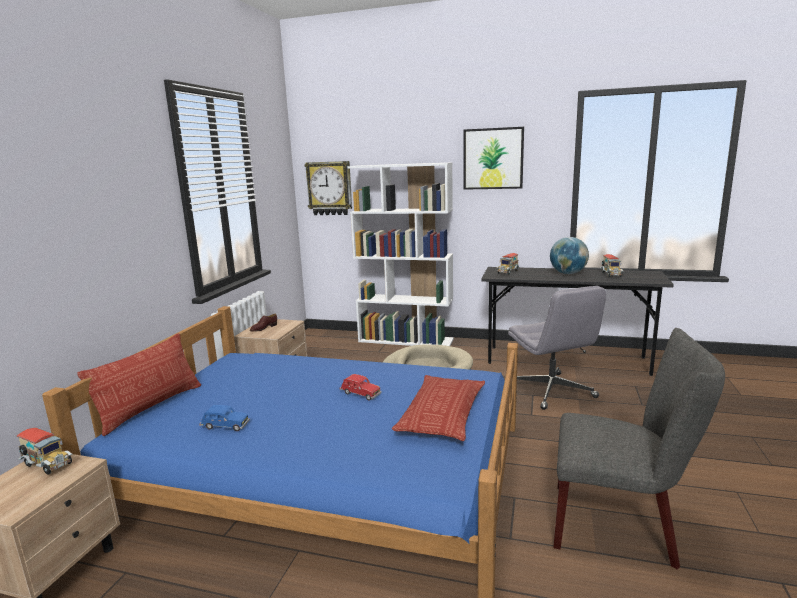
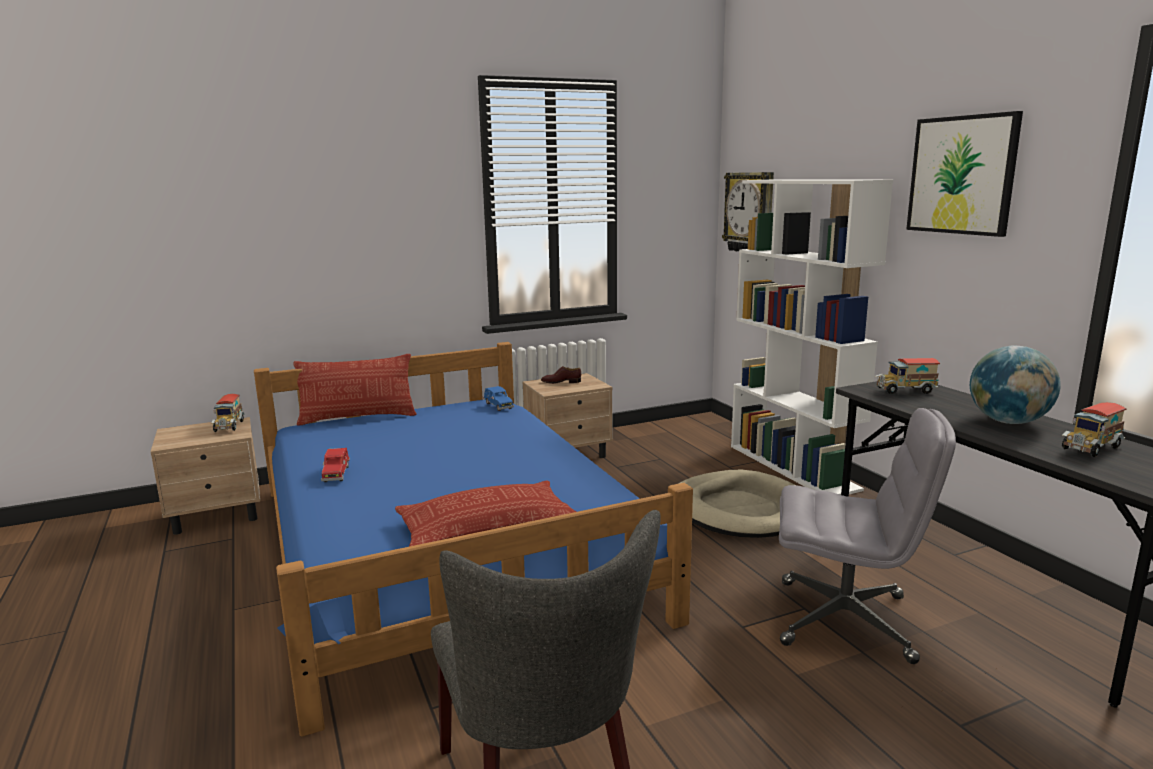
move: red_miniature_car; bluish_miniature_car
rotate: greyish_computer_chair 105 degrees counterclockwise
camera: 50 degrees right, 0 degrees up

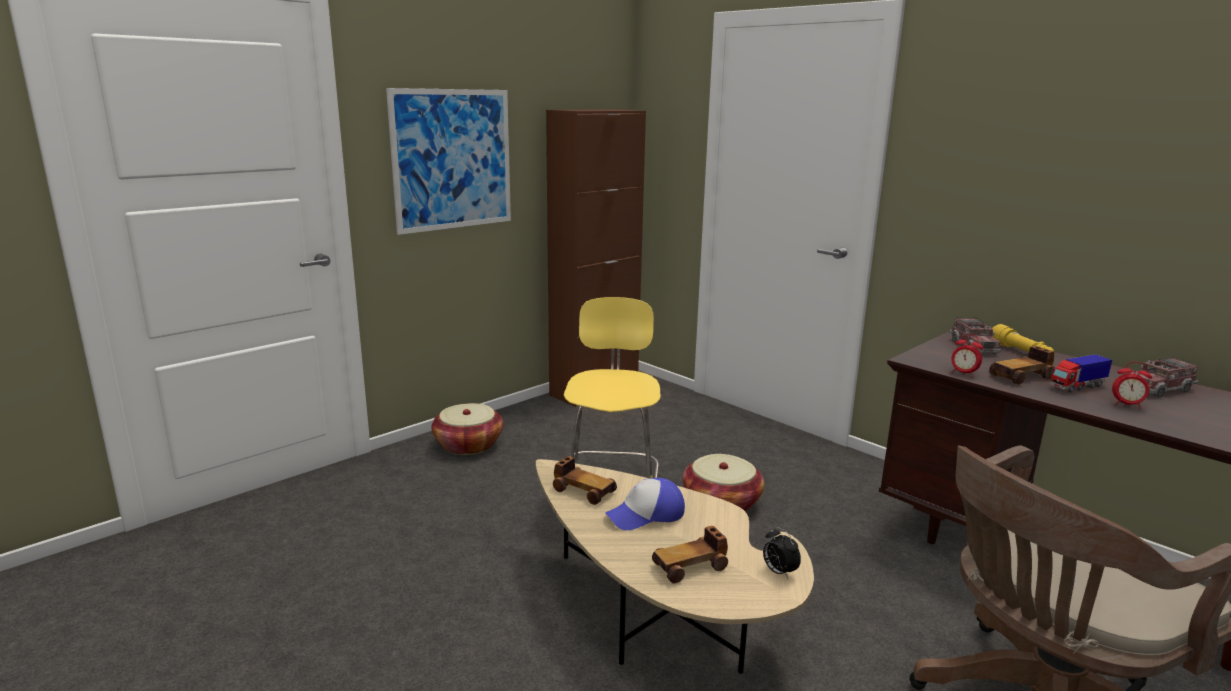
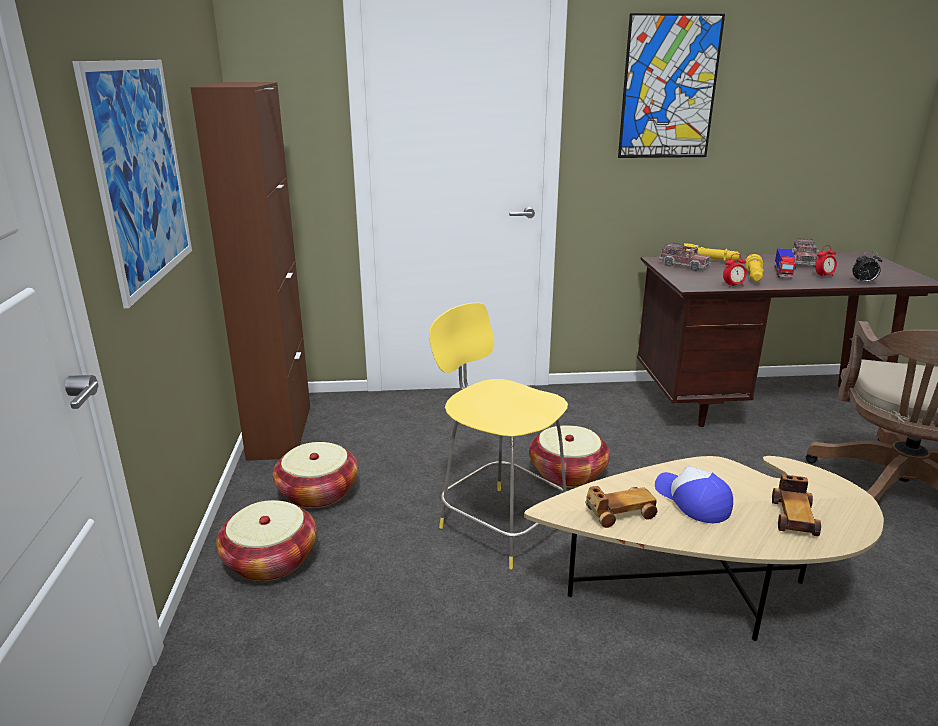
insert: picture (2nd from left); household_basket (2nd from left)
move: table_clock (1st from left in the first image) to table_clock (3rd from left)
replace: miniature_car (3rd from left) to yellow-coloured_hand_torch (2nd from left)
rotate: baseball_cap 135 degrees clockwise
camera: 50 degrees left, 5 degrees up

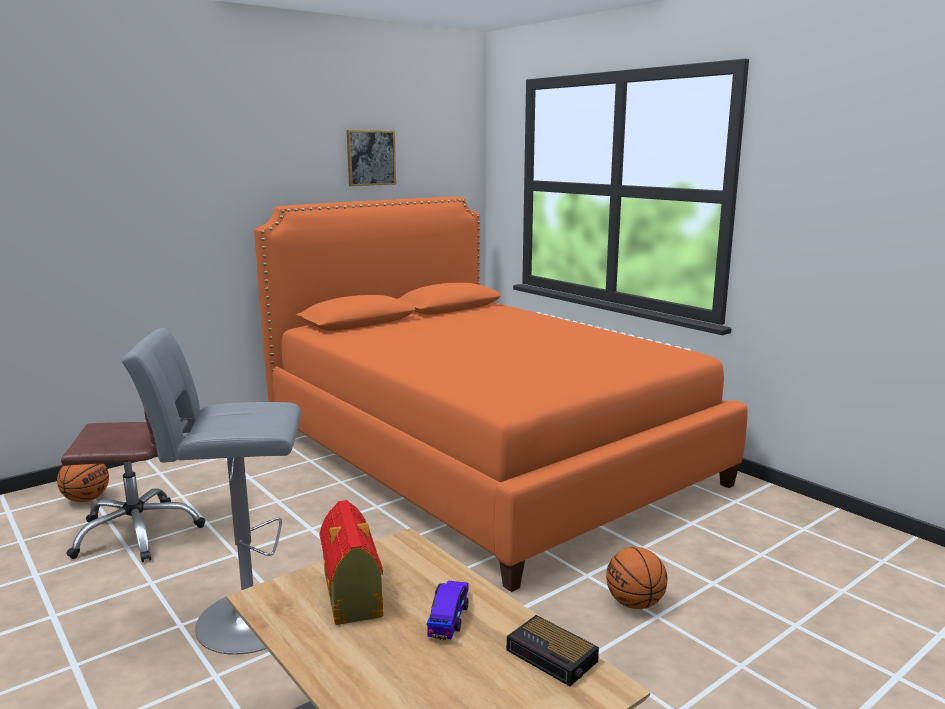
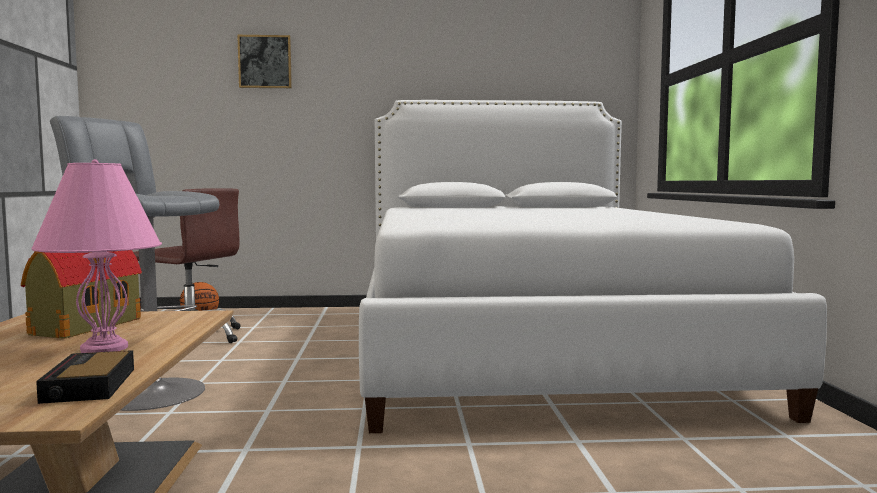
delete: ball_for_basketball (2nd from left)
move: picture
replace: miniature_car to pink_tabletop_lamp
recolor: orange_sleeping_bed to white_sleeping_bed
camera: 35 degrees right, 10 degrees down

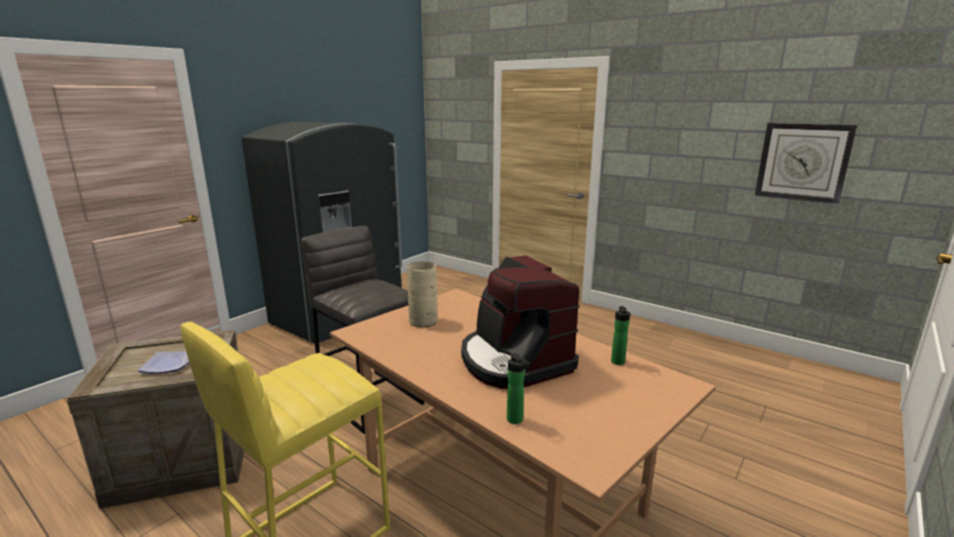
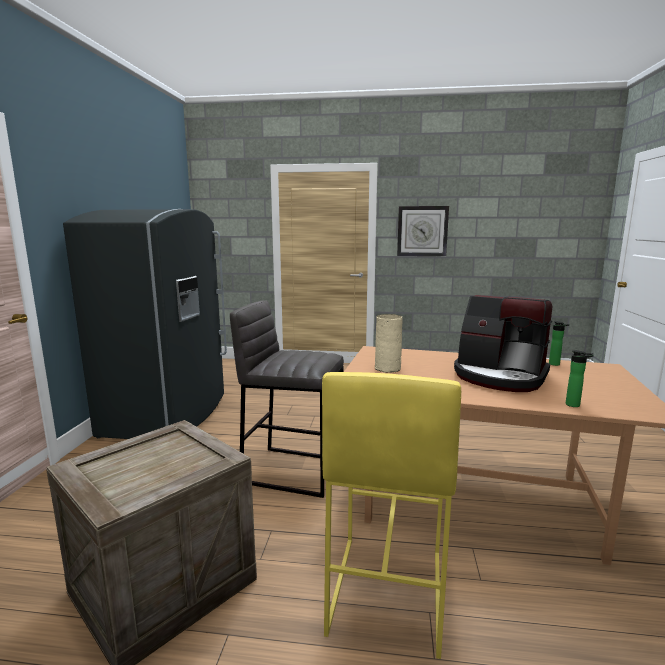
delete: dinner_plate
move: clock_on_the_wall
camera: 30 degrees left, 5 degrees down

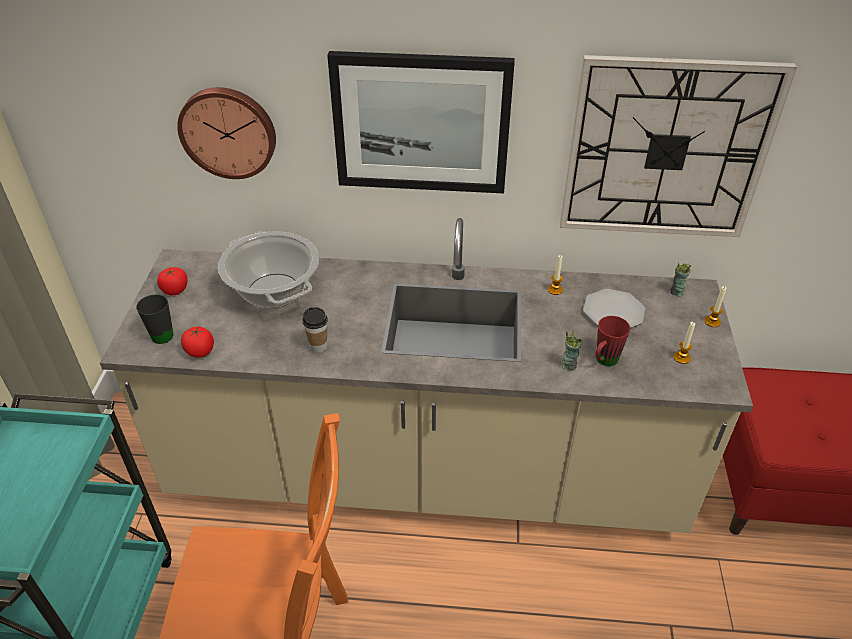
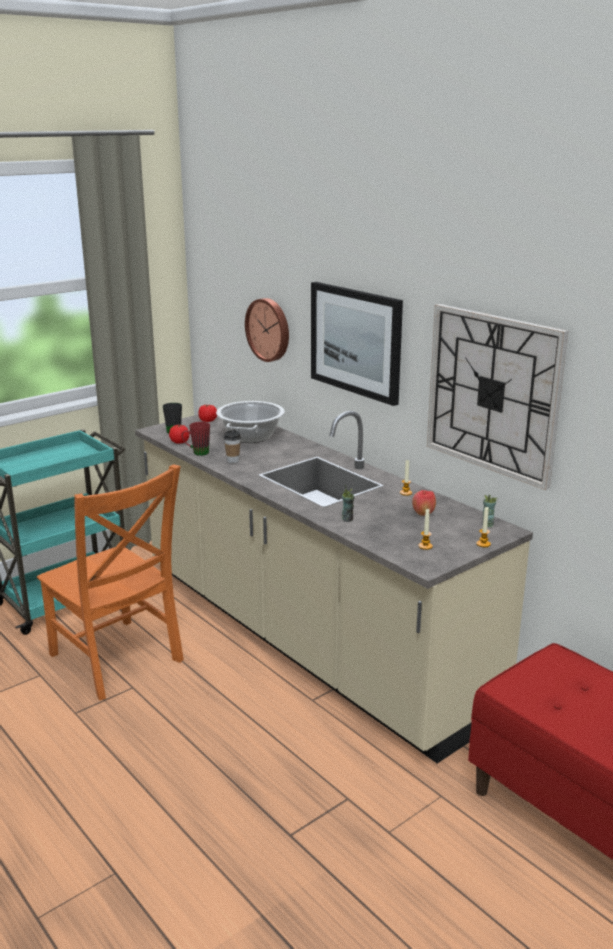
move: red_coffee_mug
replace: dinner_plate to apple
camera: 45 degrees right, 20 degrees down

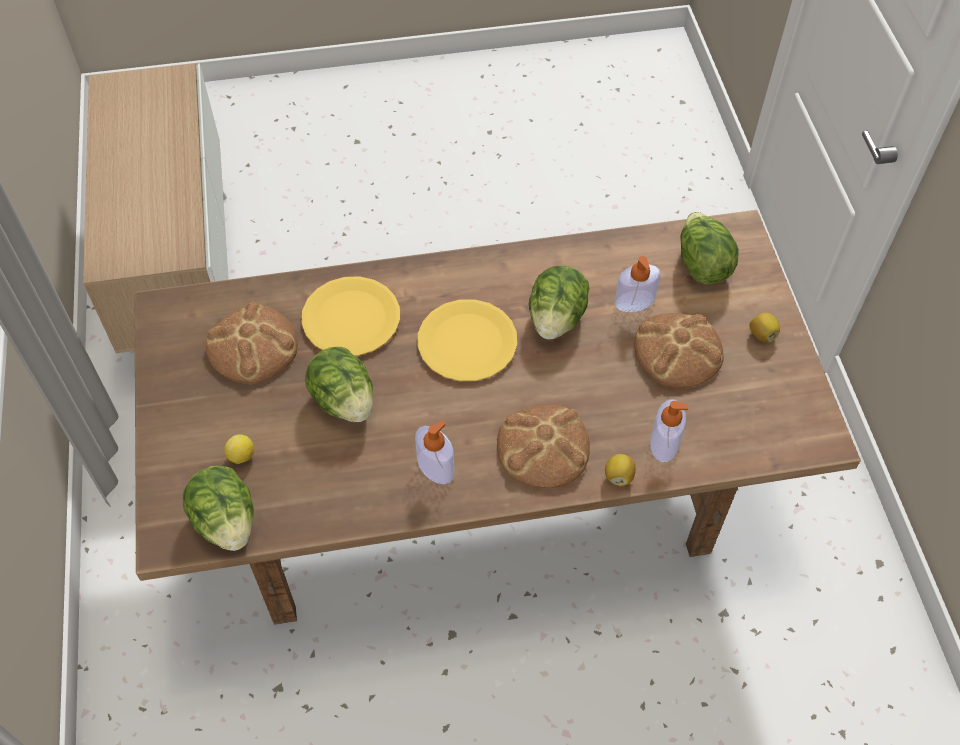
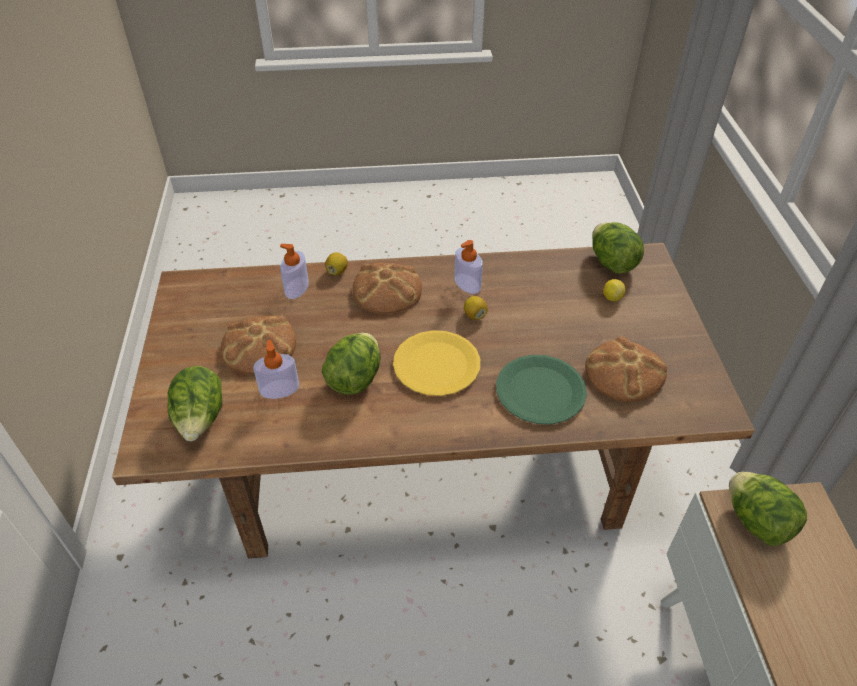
move: lemon (3rd from left in the first image) to lemon (2nd from left); lettuce_head (2nd from left in the first image) to lettuce_head (4th from left)
recolor: yellow-coloured_dinner_plate (1st from left) to green_dinner_plate
camera: 175 degrees left, 10 degrees down

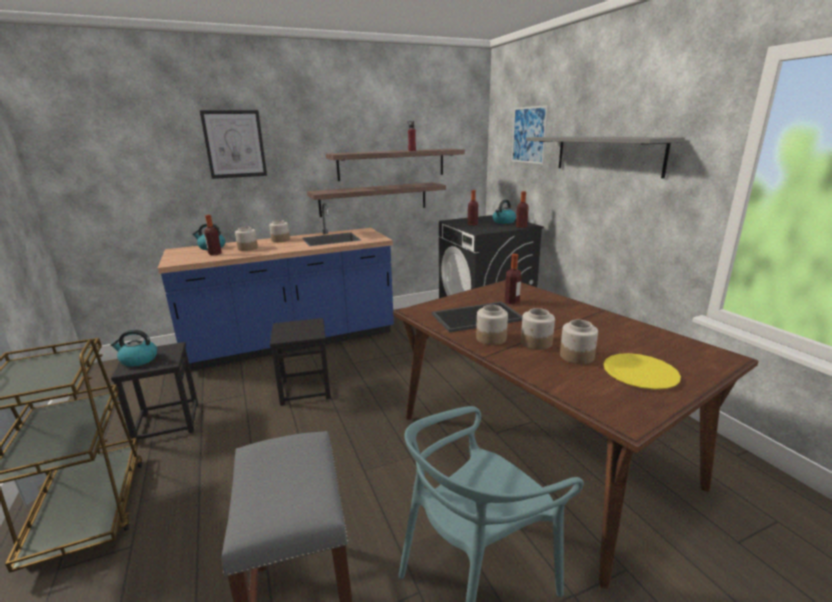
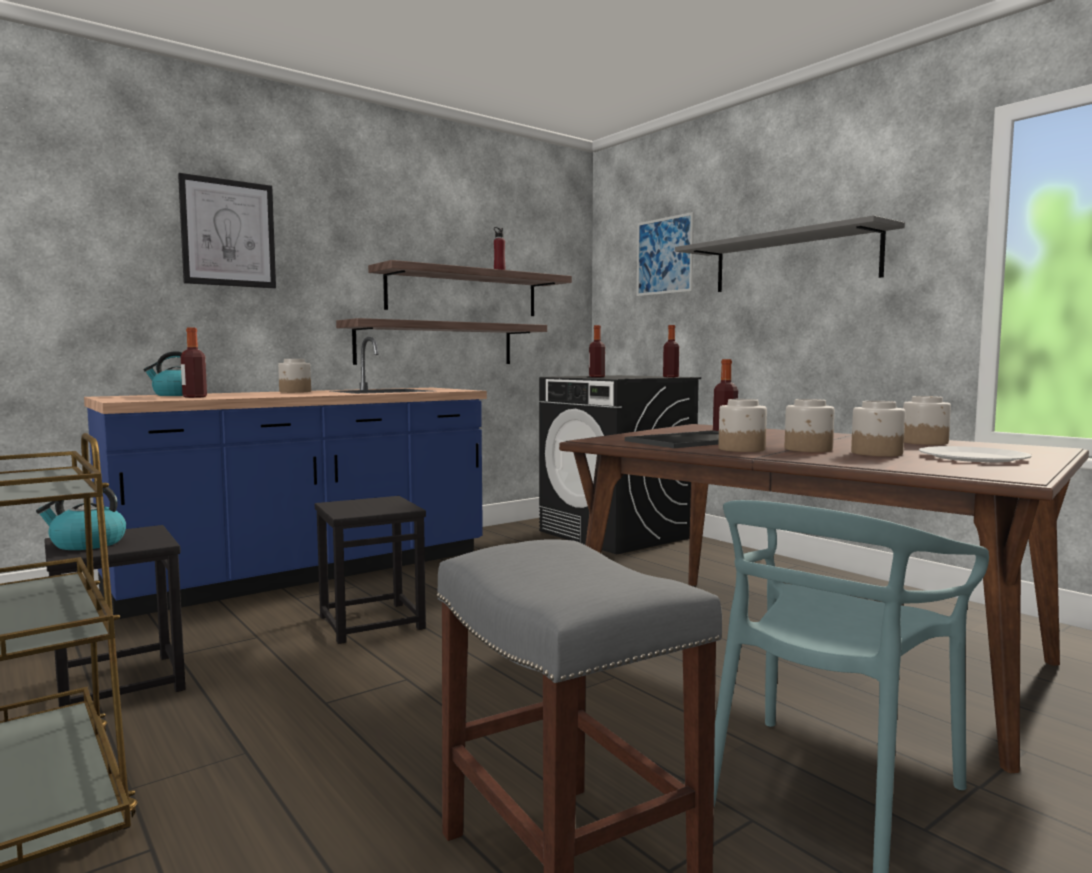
delete: kettle (3rd from left)
move: storage_jar (1st from left in the first image) to storage_jar (5th from left)
recolor: yellow-coloured_dinner_plate to white_dinner_plate
camera: 15 degrees left, 15 degrees down

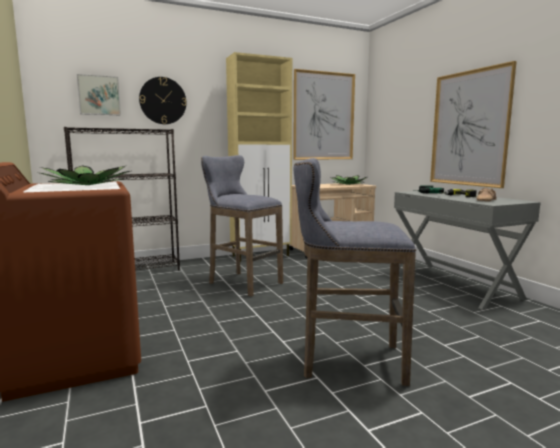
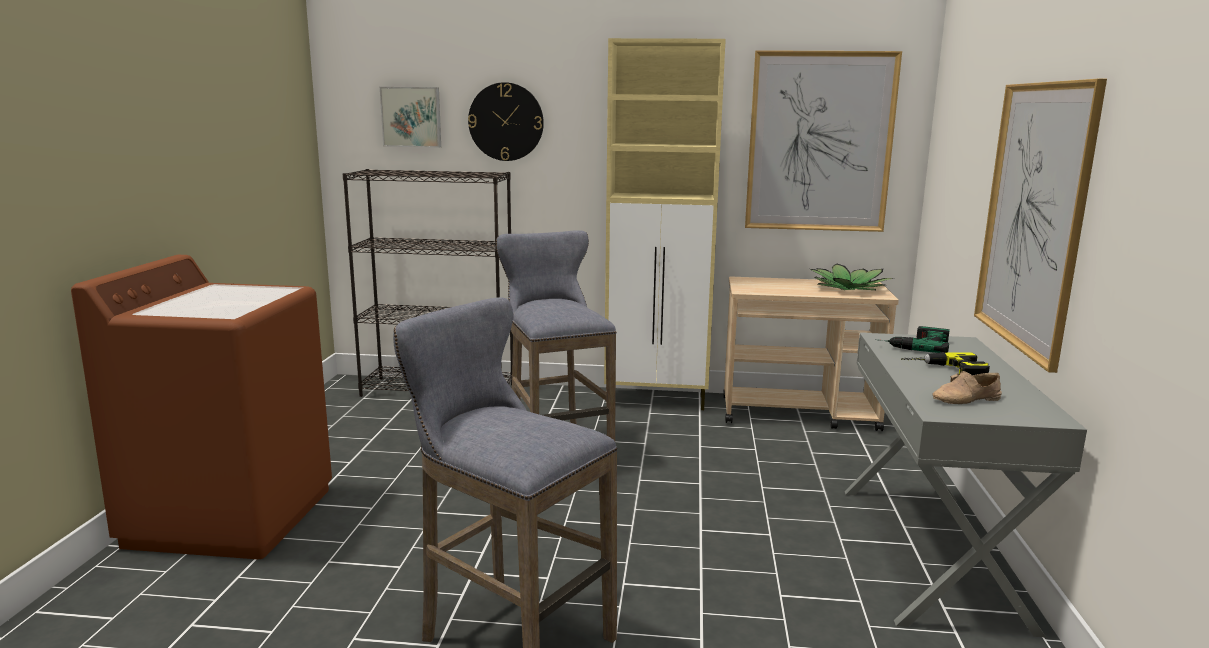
delete: plant_in_a_pot (1st from left)
camera: 30 degrees right, 5 degrees up

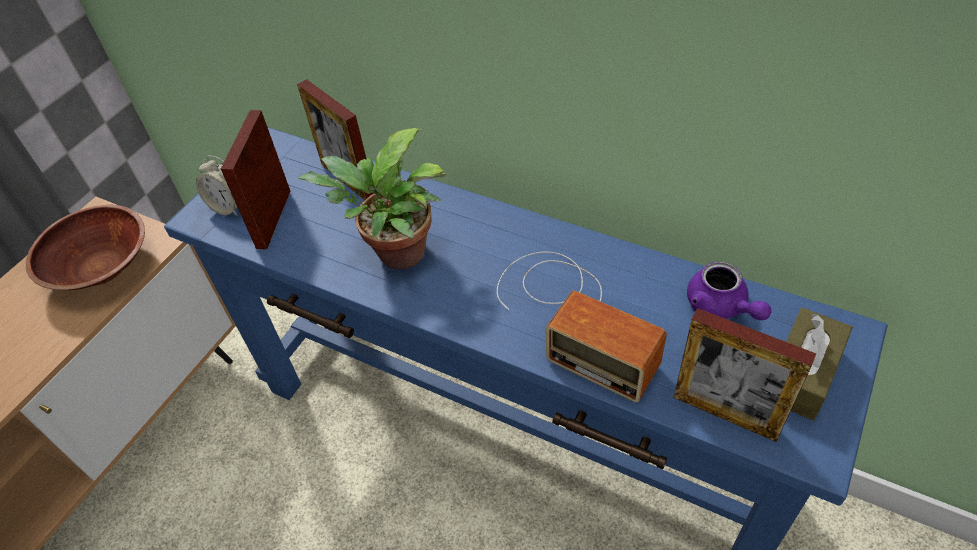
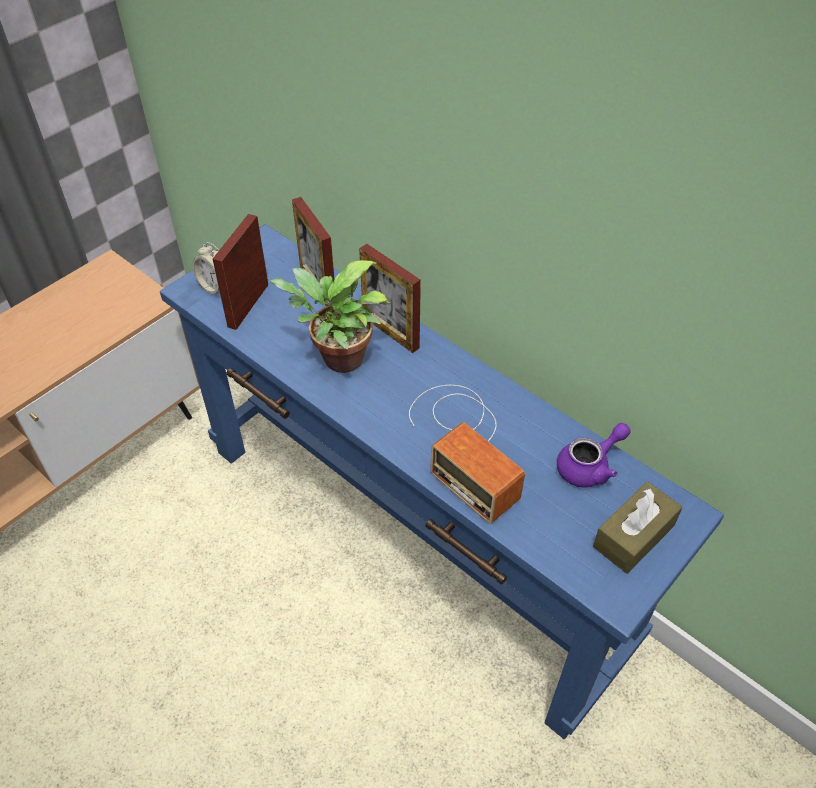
delete: brown-coloured_bowl
move: standing_frame (3rd from left)
rotate: purplish_teapot 105 degrees counterclockwise
camera: 10 degrees right, 0 degrees up

